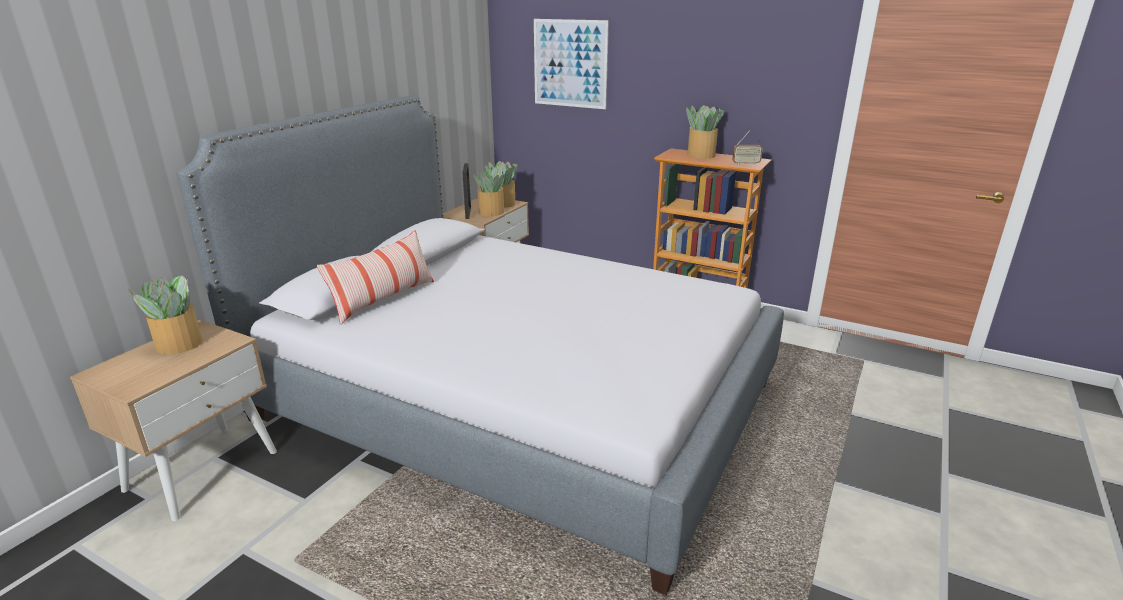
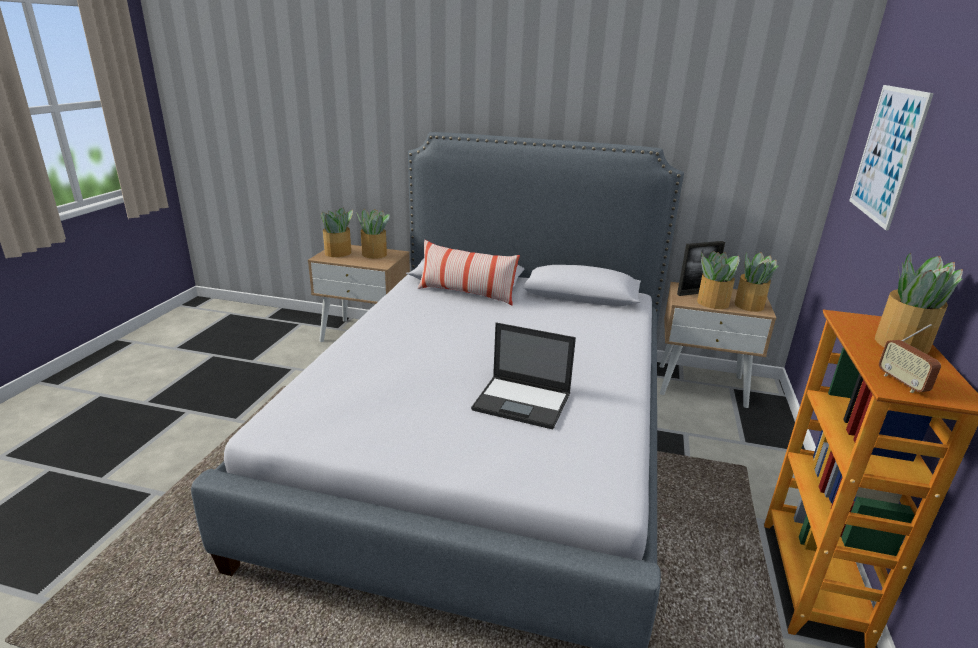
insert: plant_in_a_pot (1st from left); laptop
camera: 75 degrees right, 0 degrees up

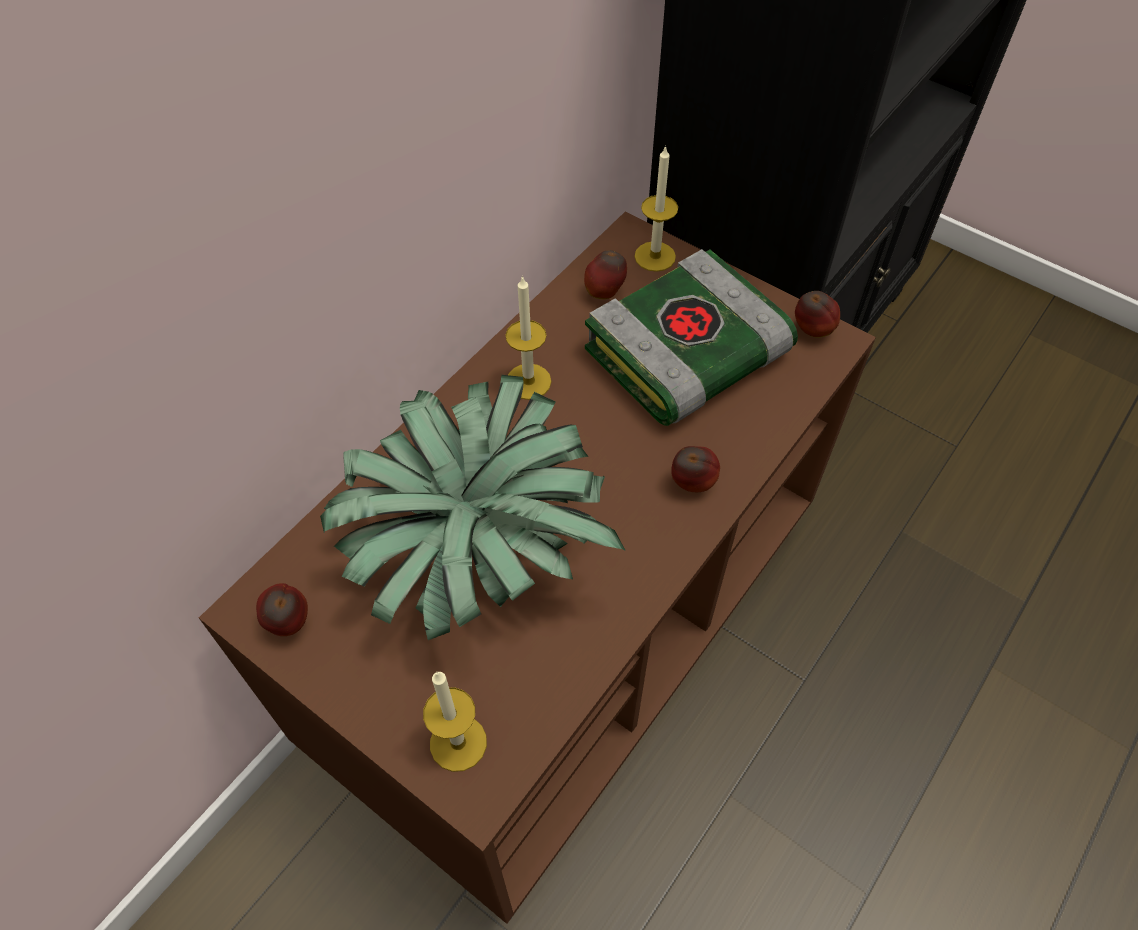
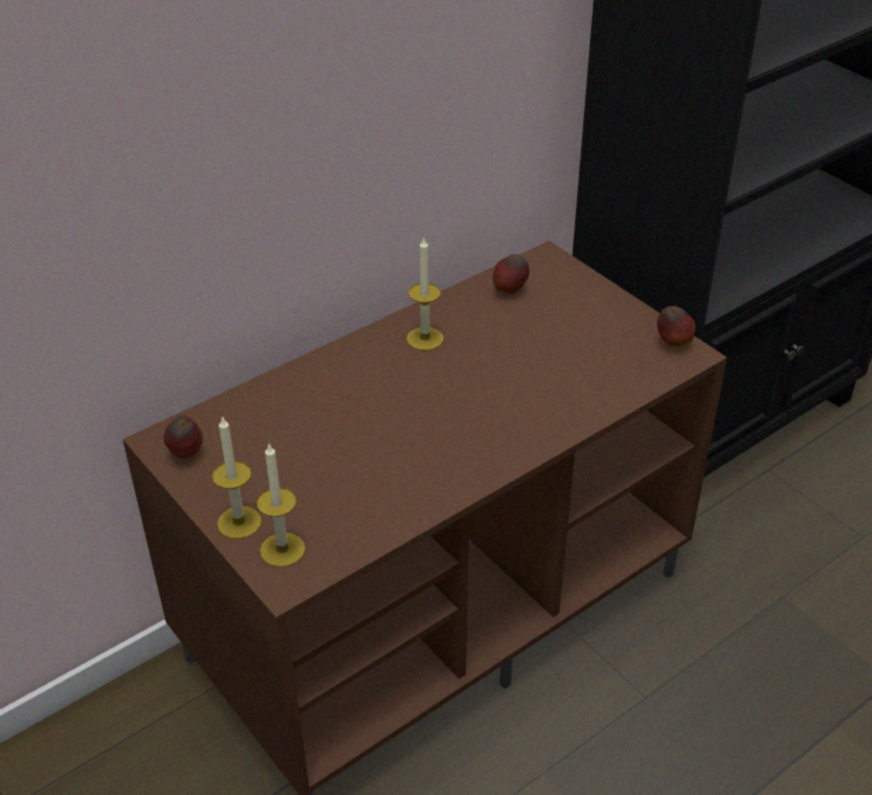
delete: book; plant_in_a_pot; apple (3rd from left)
move: wax_light (3rd from left in the first image) to wax_light (1st from left)
camera: 15 degrees right, 15 degrees down

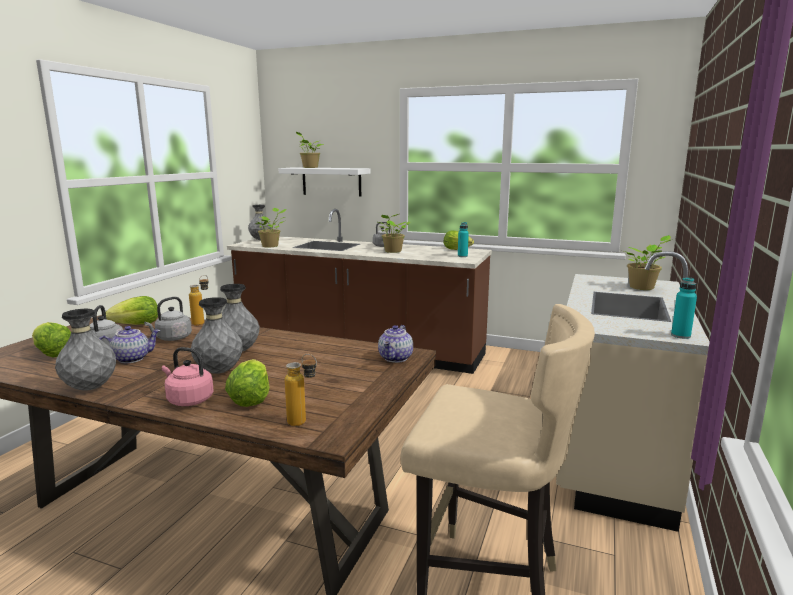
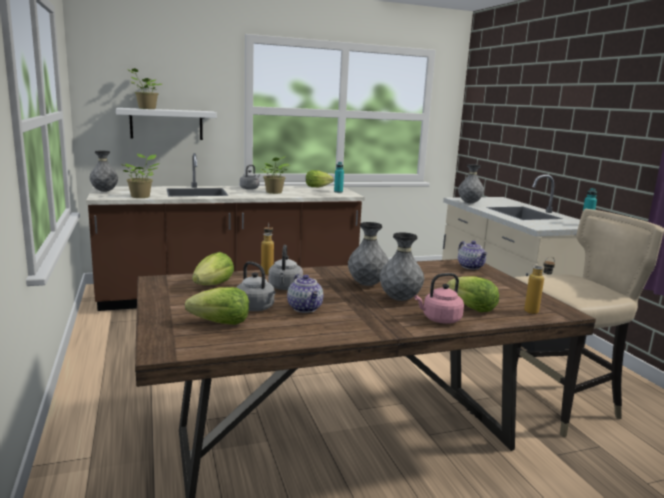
delete: plant_in_a_pot (4th from left)
move: greyish_flower_vase (1st from left in the first image) to greyish_flower_vase (4th from left)
rotate: teapot (1st from left) 135 degrees clockwise
camera: 40 degrees left, 0 degrees up

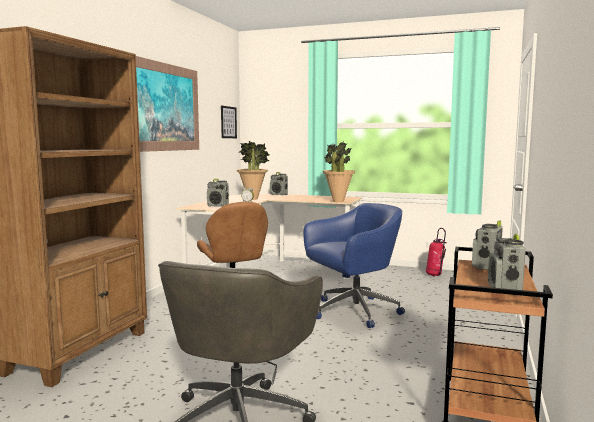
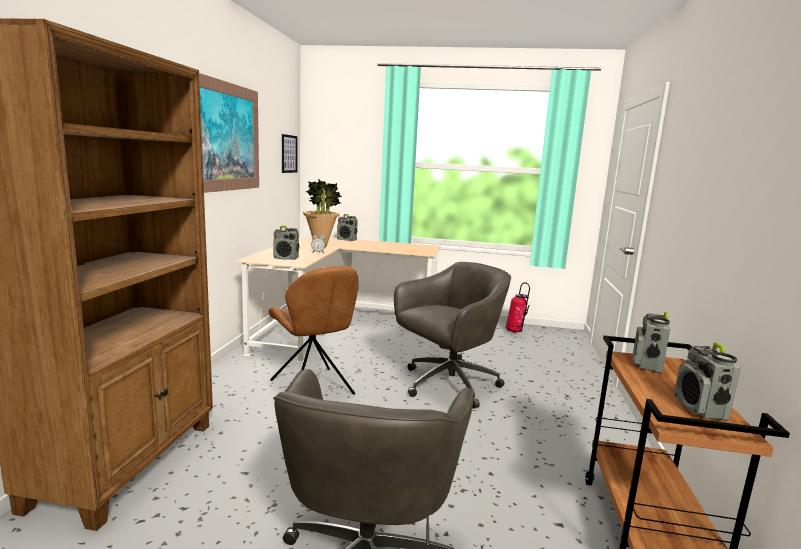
delete: plant_in_a_pot (2nd from left)
recolor: bluish_computer_chair to greyish_computer_chair (2nd from left)
camera: 10 degrees left, 5 degrees up

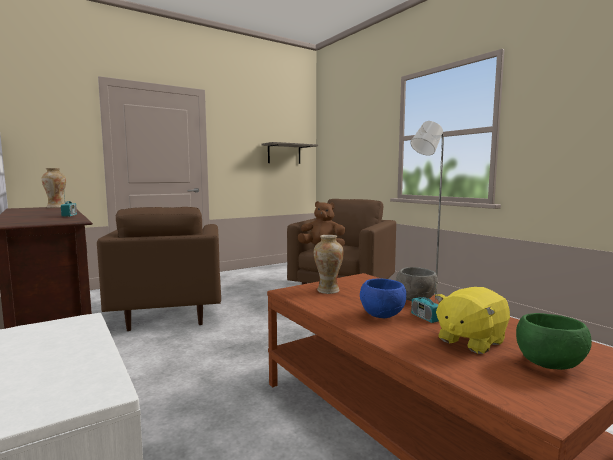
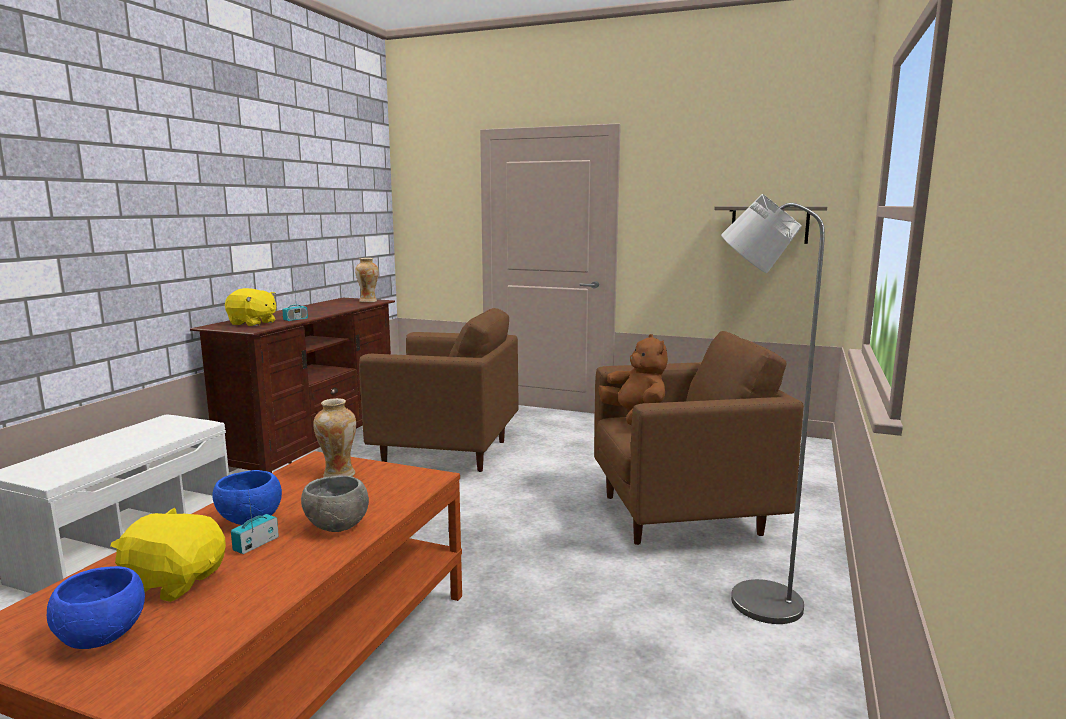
insert: yellow-coloured_plush_toy (2nd from left)
recolor: green_bowl to bluish_bowl (1st from left)
rotate: brown-coloured_armchair (1st from left) 120 degrees counterclockwise
camera: 55 degrees right, 5 degrees up

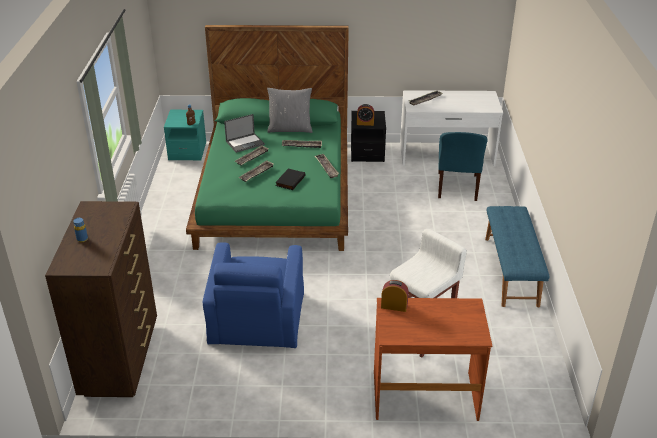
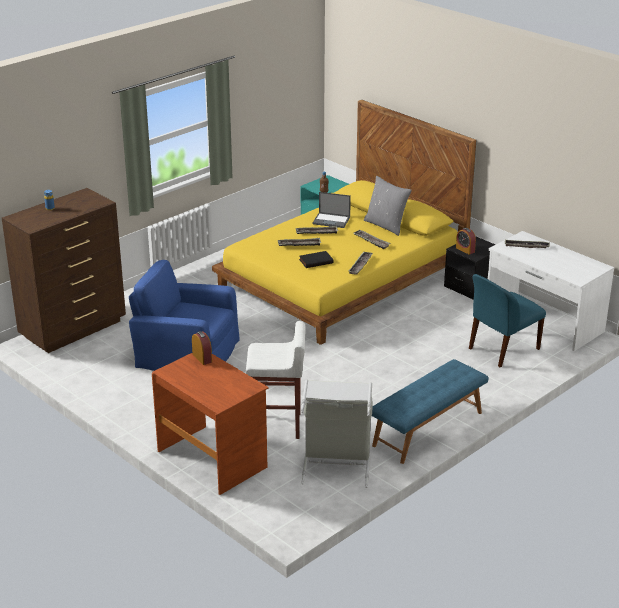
insert: greyish_hamper
recolor: green_sleeping_bed to yellow-coloured_sleeping_bed
rotate: bluish_armchair 60 degrees clockwise
camera: 45 degrees right, 5 degrees down

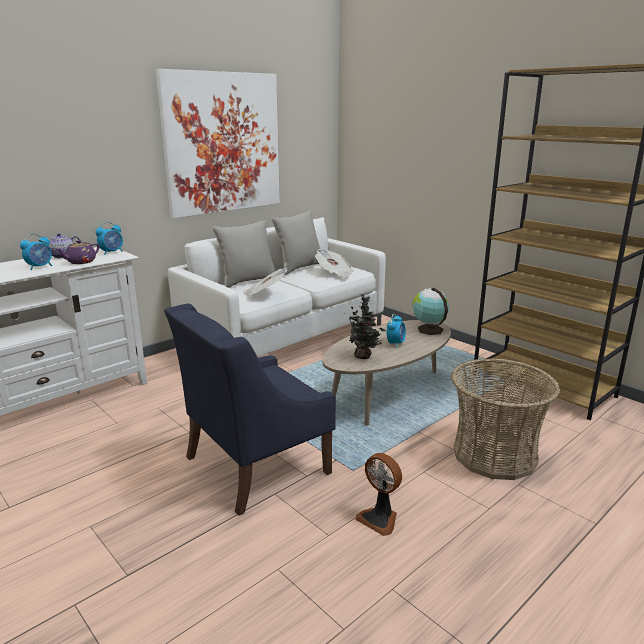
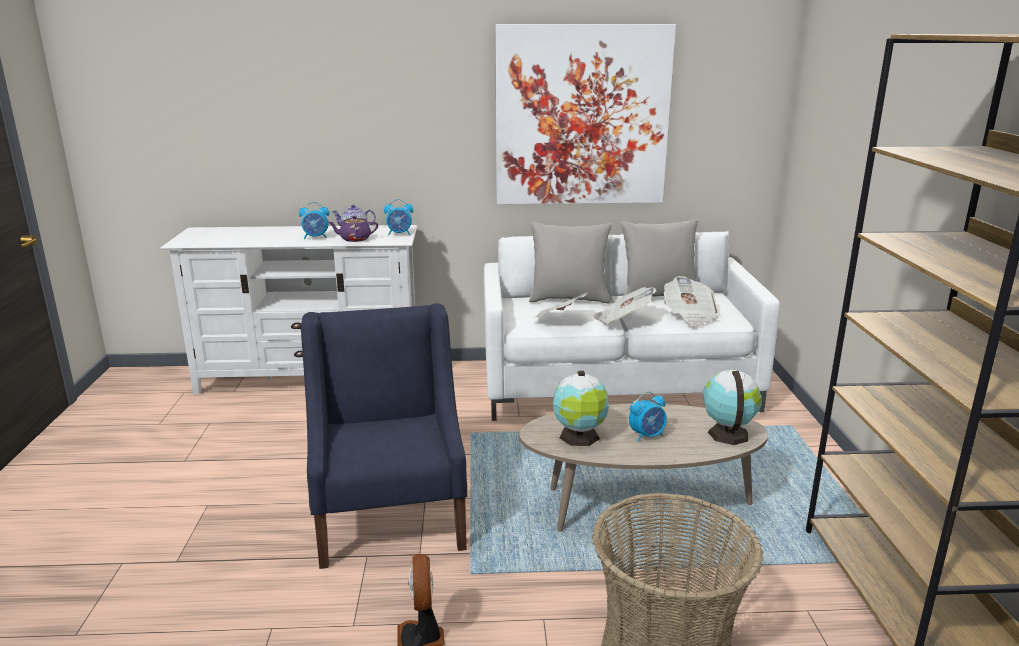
insert: daily_paper (2nd from left)
replace: plant_in_a_pot to globe (1st from left)
rotate: bluish_armchair 75 degrees clockwise
camera: 40 degrees right, 0 degrees up

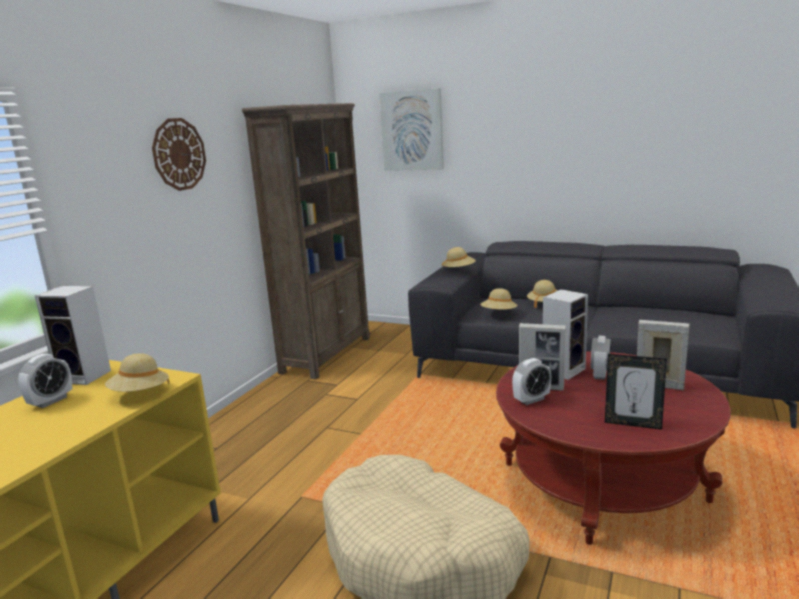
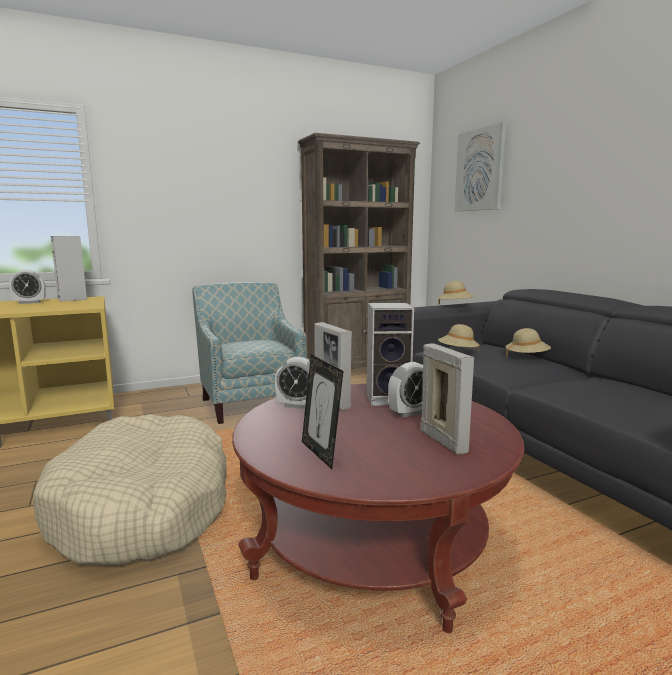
delete: clock_on_the_wall; sand-coloured_hat (1st from left)
insert: armchair
camera: 40 degrees right, 5 degrees down

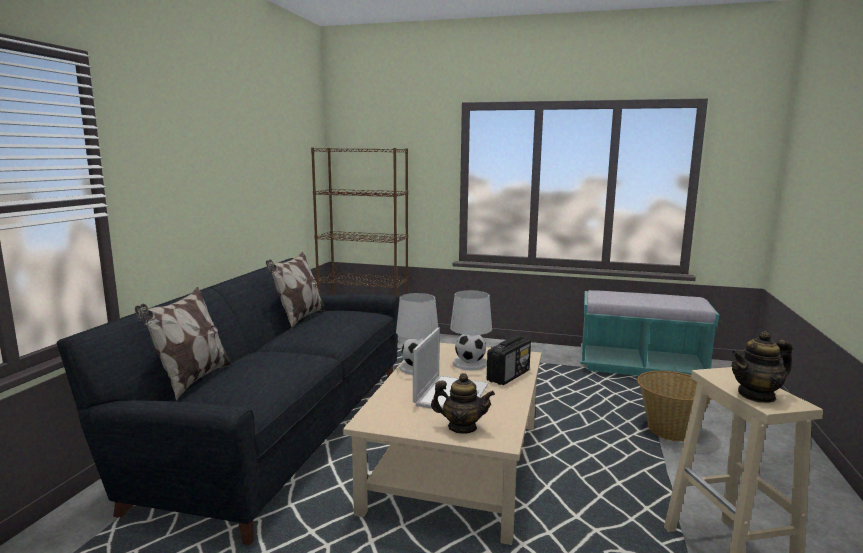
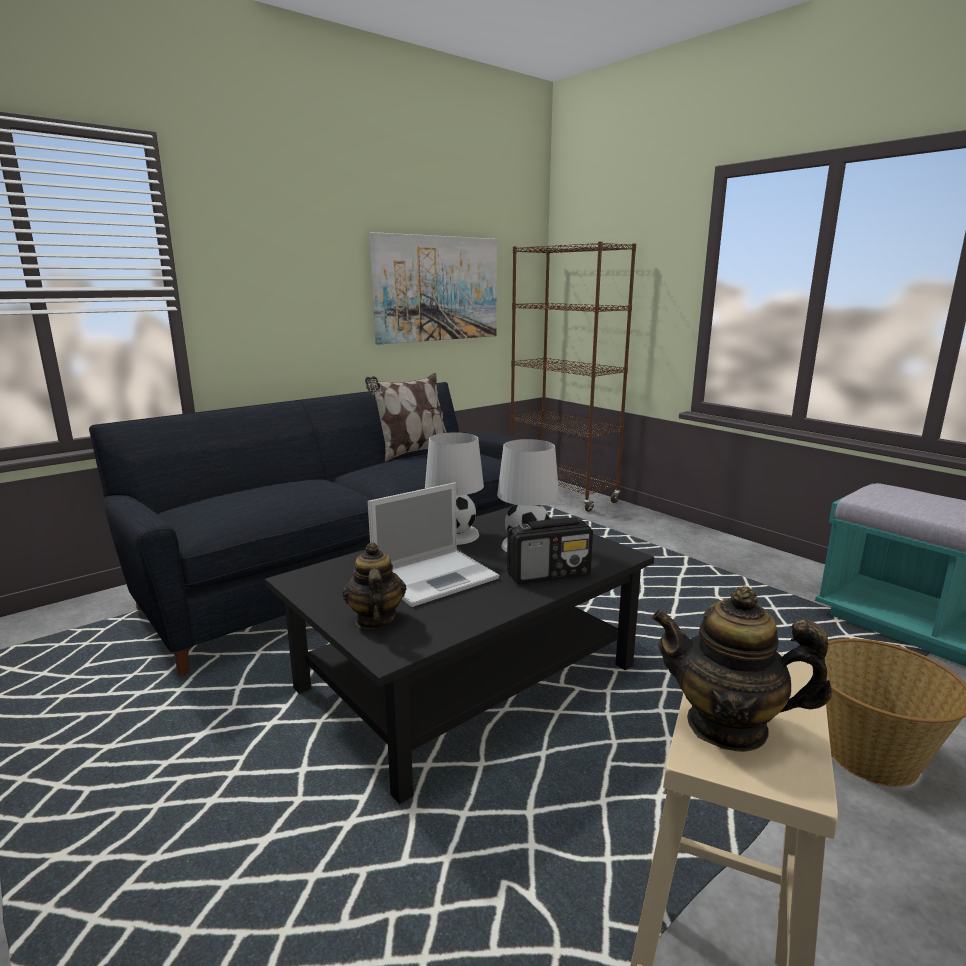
delete: cushion (1st from left)
insert: picture
recolor: sand-coloured_low_table to black_low_table
rotate: teapot (1st from left) 150 degrees counterclockwise
camera: 35 degrees right, 5 degrees up

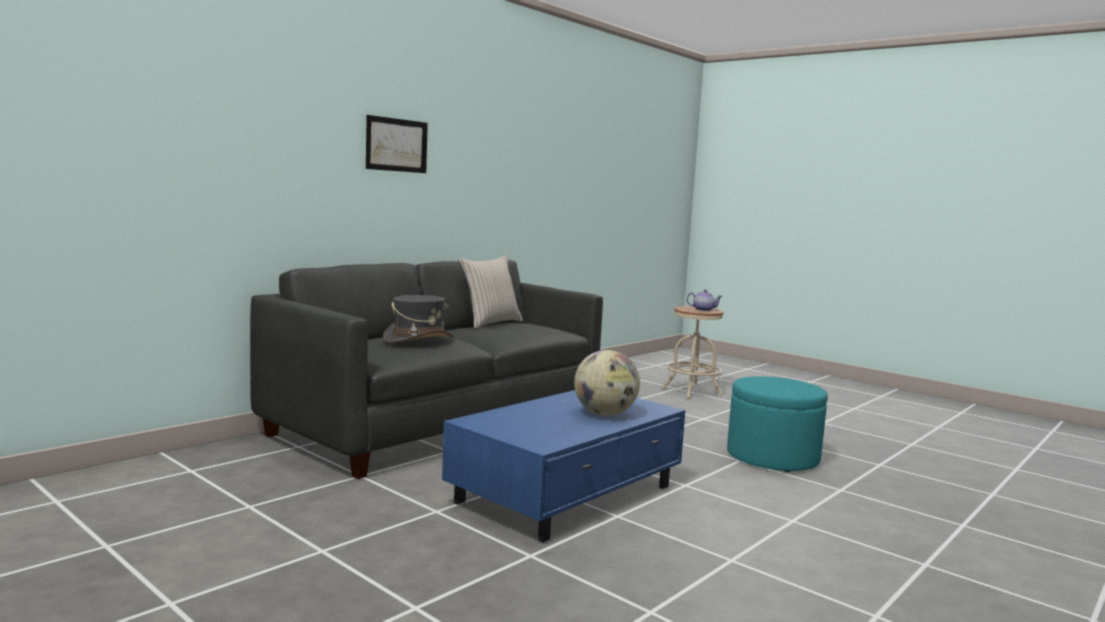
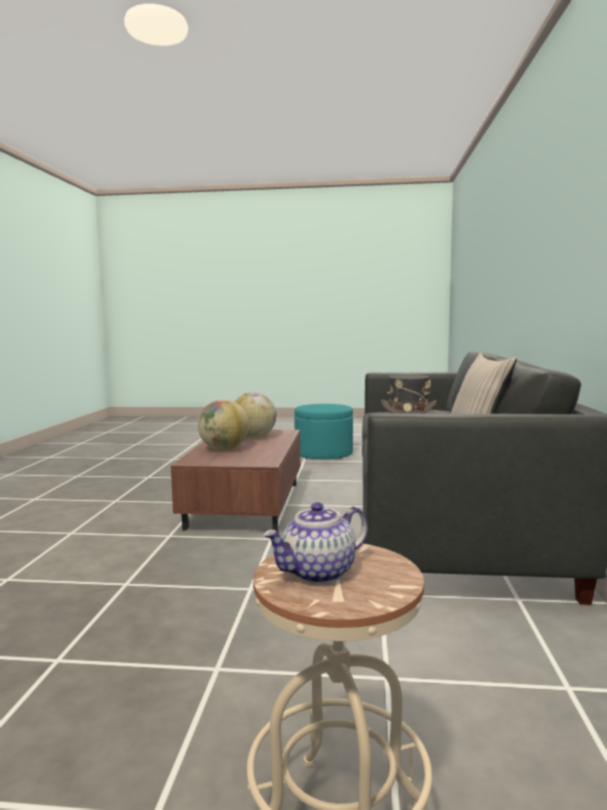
delete: picture
insert: globe (2nd from left)
move: turquoise_footrest
recolor: bluish_low_table to brown-coloured_low_table
camera: 145 degrees right, 0 degrees up

